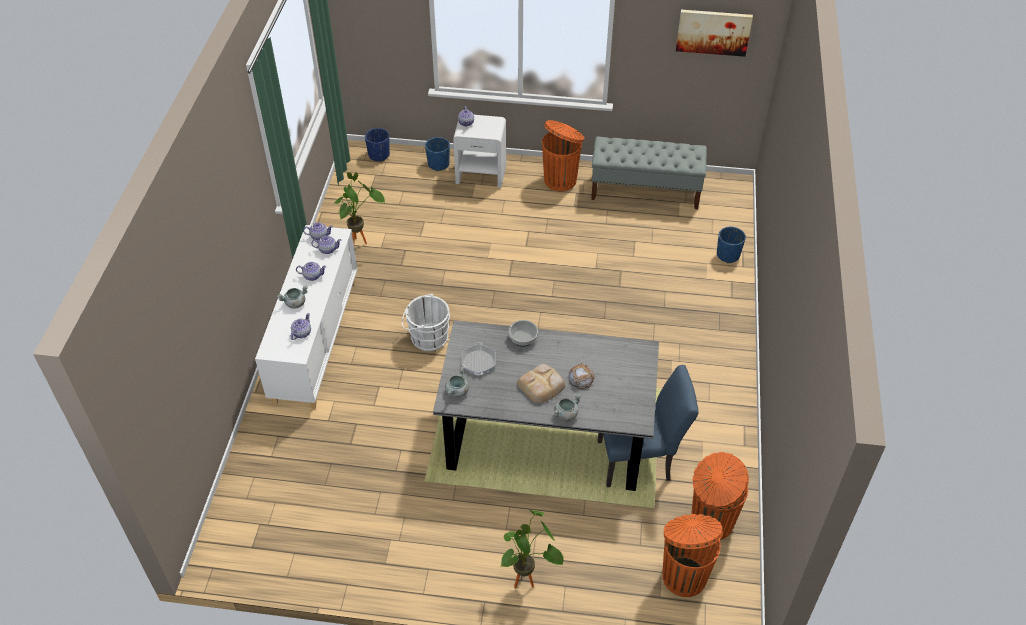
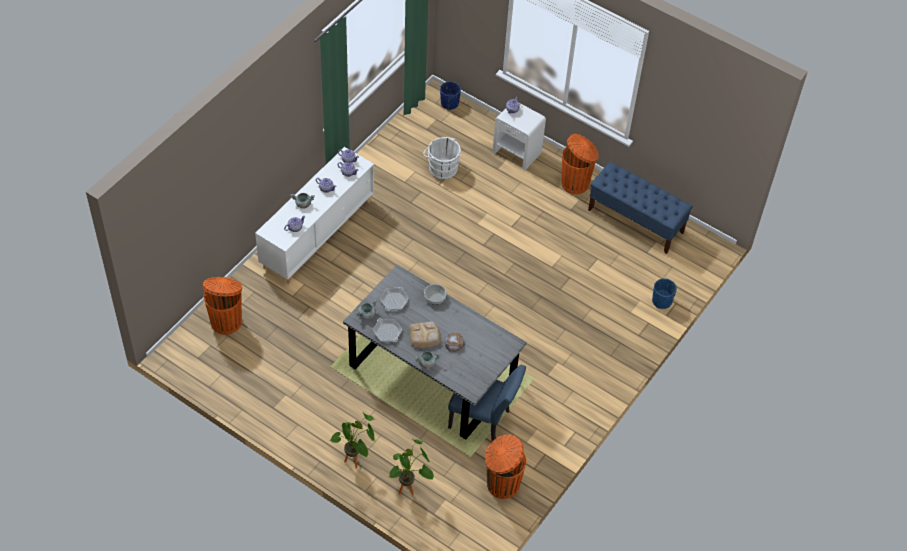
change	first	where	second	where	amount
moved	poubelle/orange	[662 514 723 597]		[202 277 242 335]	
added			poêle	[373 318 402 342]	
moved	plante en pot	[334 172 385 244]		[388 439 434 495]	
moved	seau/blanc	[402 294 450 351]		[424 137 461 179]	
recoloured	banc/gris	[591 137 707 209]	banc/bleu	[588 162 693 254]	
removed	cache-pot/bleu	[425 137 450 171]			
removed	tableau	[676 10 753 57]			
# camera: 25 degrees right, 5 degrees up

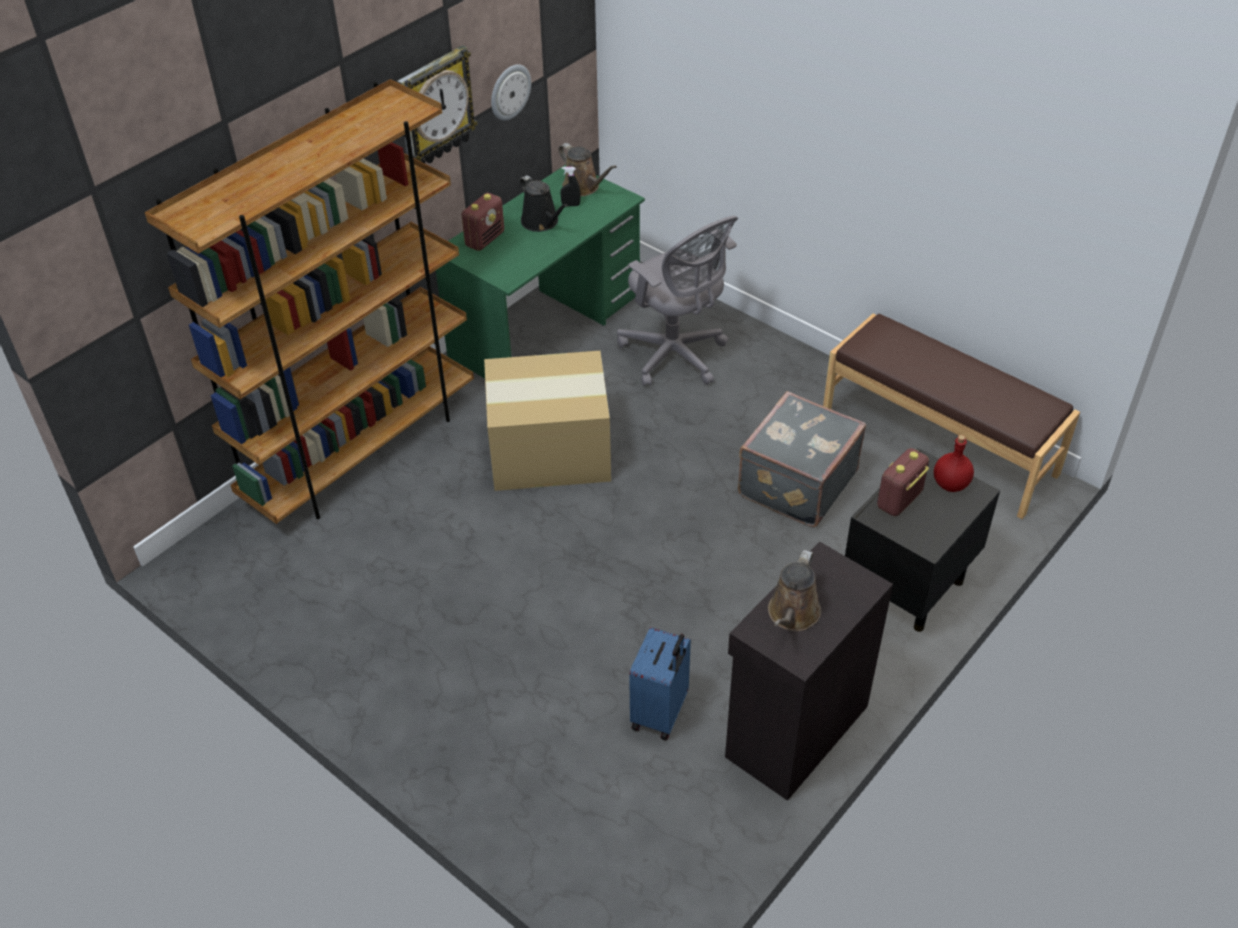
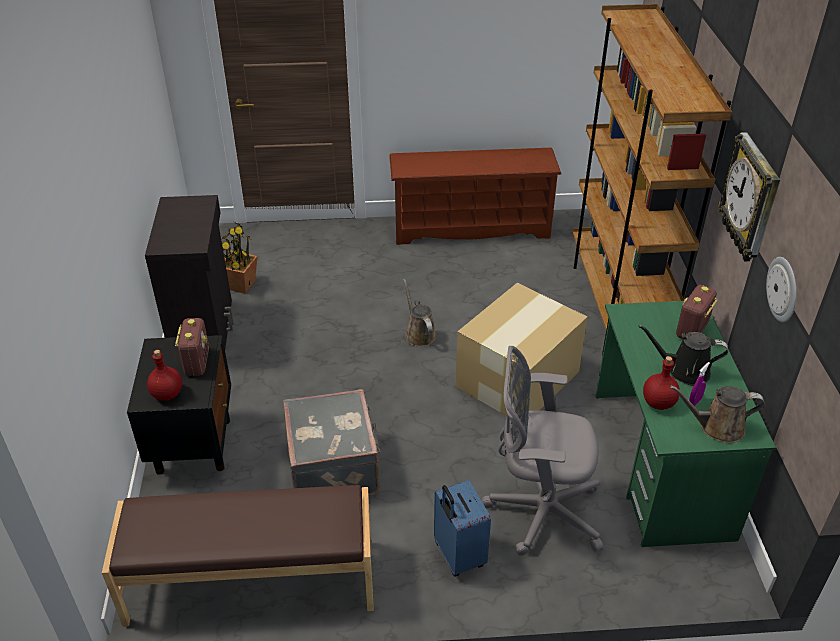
change	first	where	second	where	amount
added			plante en pot	[222 222 258 294]	
added			étagère à chaussures/marron	[389 148 562 245]	
moved	arrosoir/marron	[768 550 821 631]		[403 279 436 347]	
moved	valise/bleu	[629 627 691 740]		[434 480 491 576]	
added			bouteille/rouge	[643 356 680 410]	
turned	radio	[462 193 504 251]		[676 285 718 339]	45 degrees clockwise
recoloured	vaporisateur/noir	[560 167 581 206]	vaporisateur/violet	[689 362 710 406]	
# camera: 135 degrees right, 5 degrees down

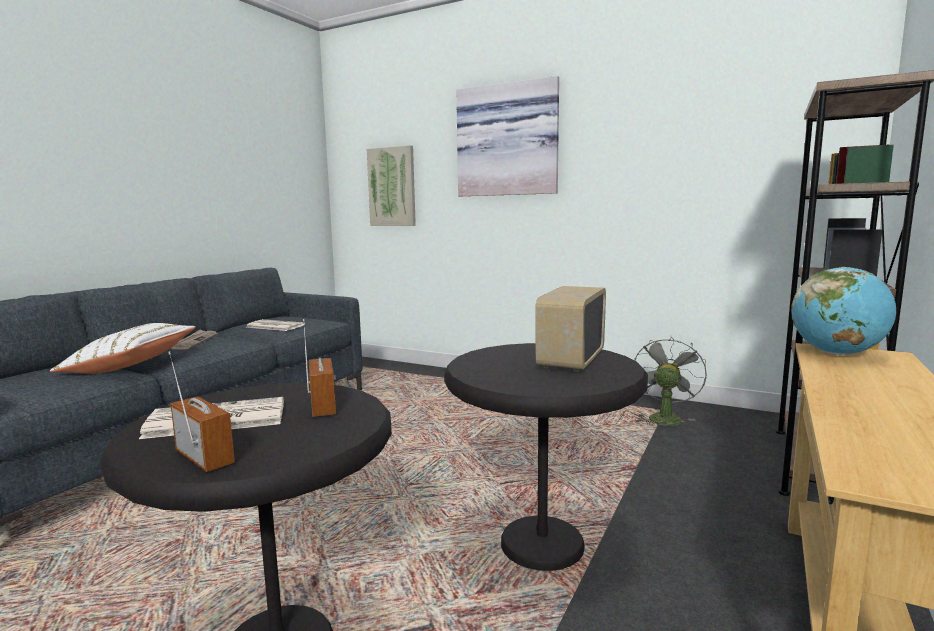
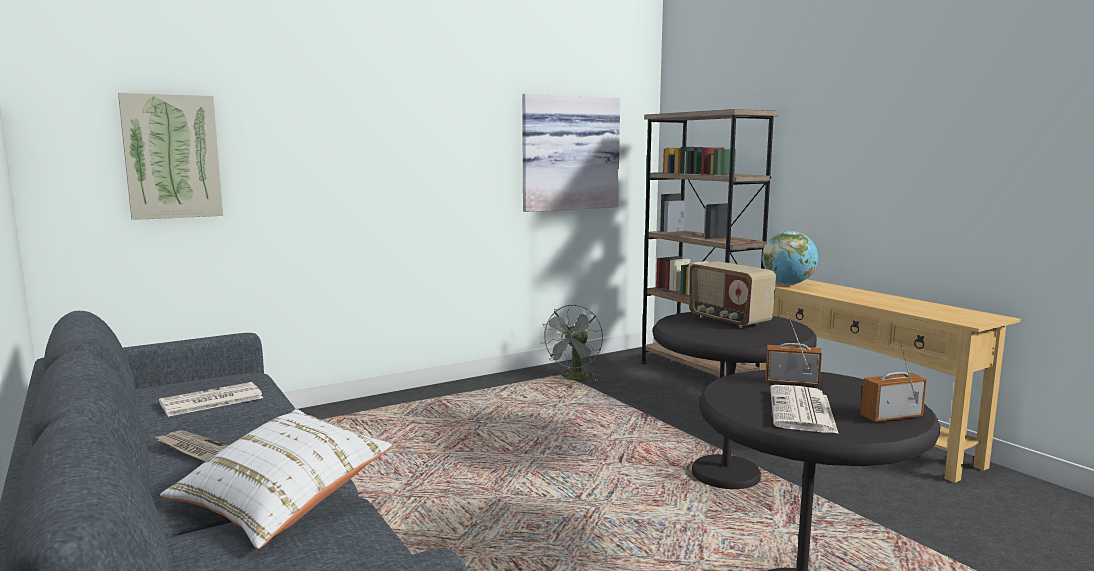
change	first	where	second	where	amount
moved	tableau	[456 76 559 196]		[522 94 620 212]	
turned	ventilateur/gris	[634 335 707 427]		[541 304 603 381]	120 degrees counterclockwise
# camera: 60 degrees left, 0 degrees up

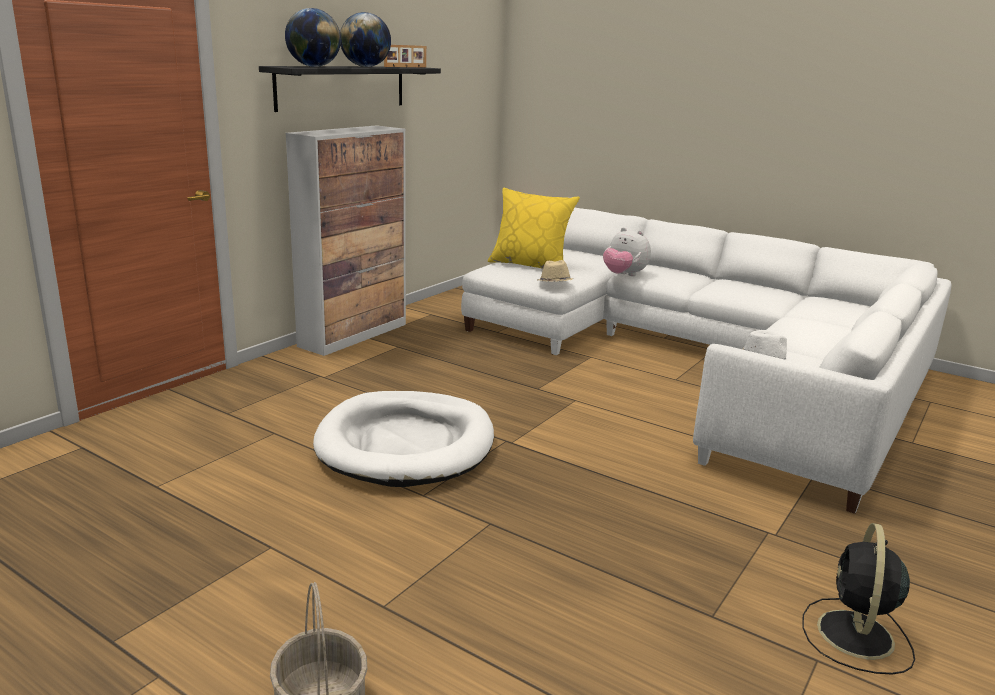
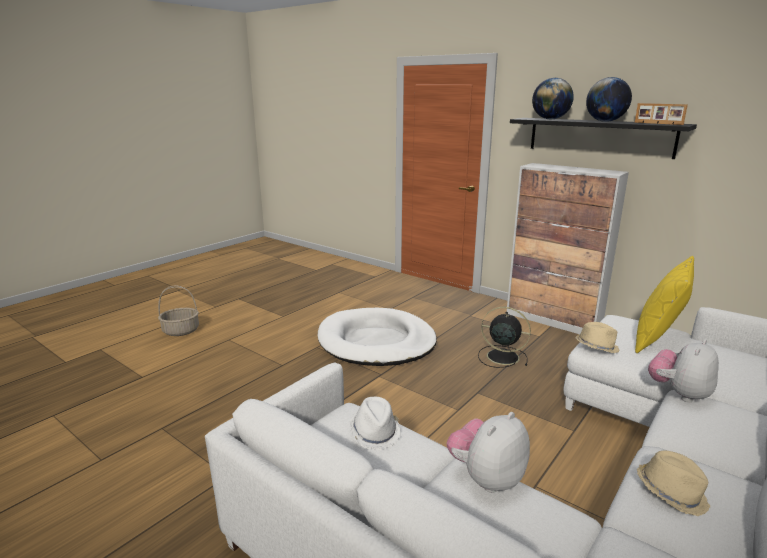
change	first	where	second	where	amount
added			peluche	[447 412 530 493]	
moved	ventilateur/noir	[802 523 915 674]		[478 307 531 368]	
added			chapeau/beige	[637 451 711 516]	
# camera: 95 degrees right, 0 degrees up

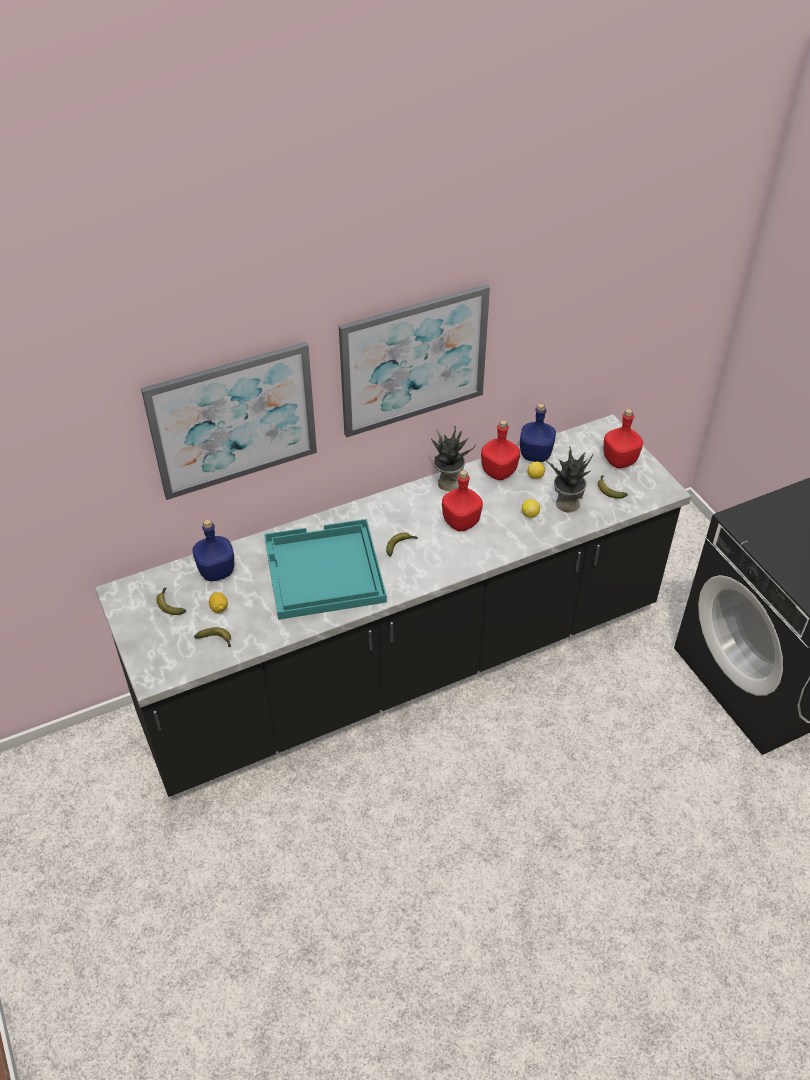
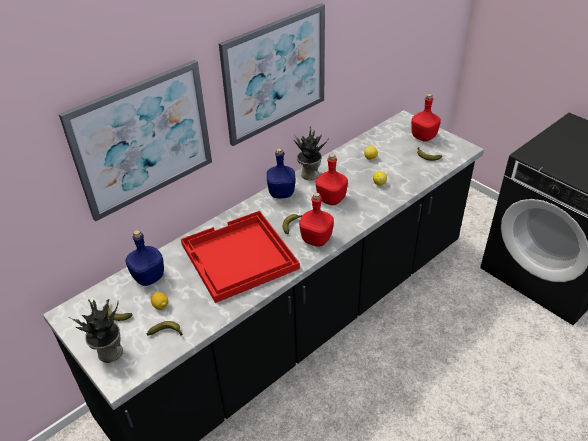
change	first	where	second	where	amount
moved	plante en pot	[547 447 593 512]		[69 299 123 363]	
recoloured	plateau/turquoise	[264 519 387 620]	plateau/rouge	[181 211 300 303]	
moved	bouteille/bleu	[520 403 556 462]		[267 148 295 198]	
moved	bouteille/rouge	[481 420 520 480]		[299 193 334 247]	
# camera: 15 degrees left, 5 degrees down

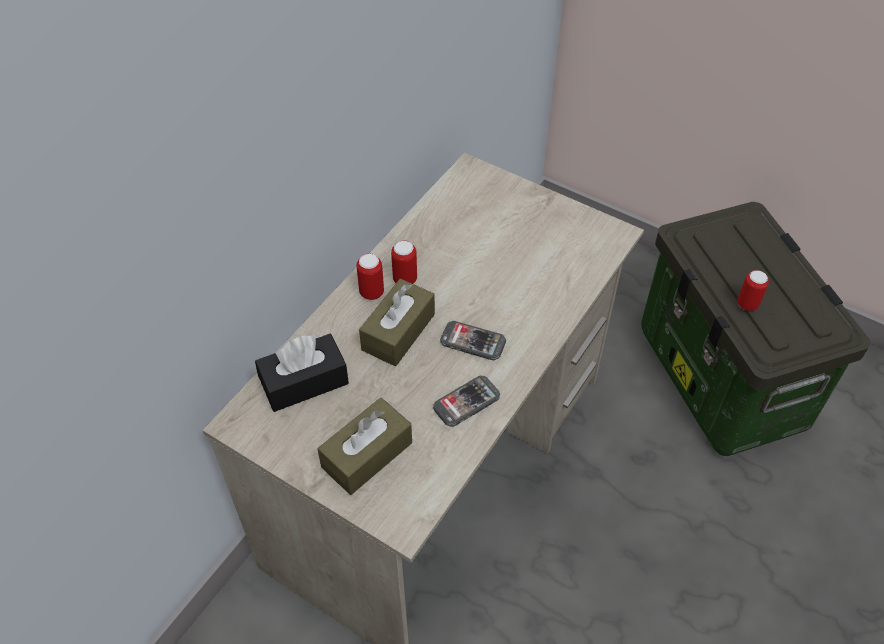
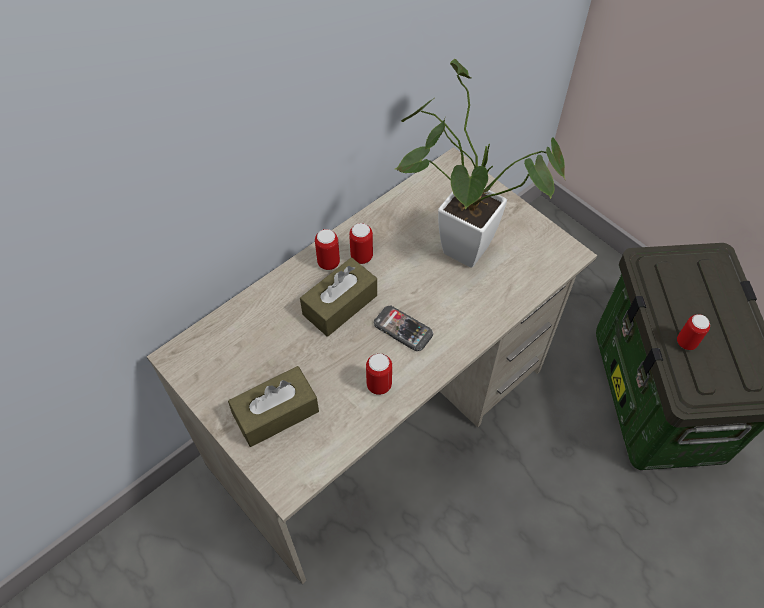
change	first	where	second	where	amount
replaced	téléphone	[433 375 500 427]	boîte métallique	[366 353 392 395]	
added			plante en pot	[395 59 565 268]	
removed	boîte à mouchoirs/noir	[255 334 349 412]			
# camera: 15 degrees right, 5 degrees up

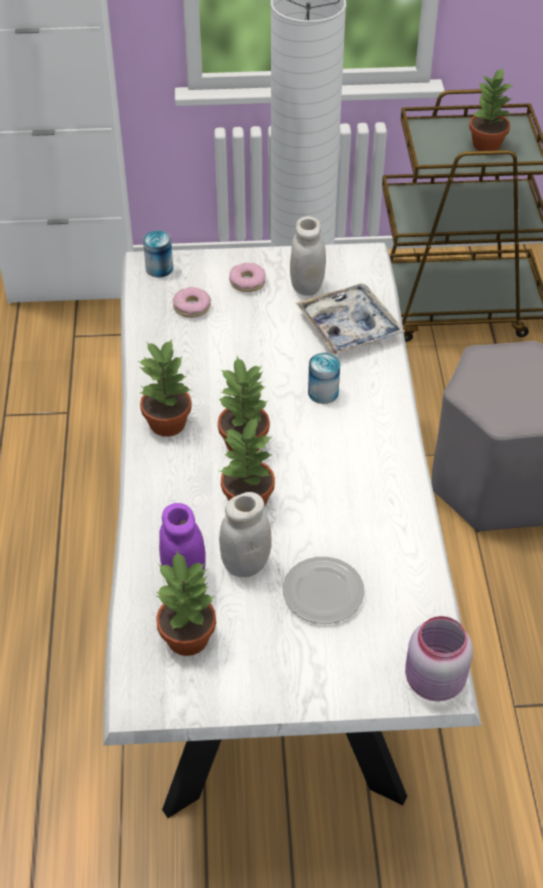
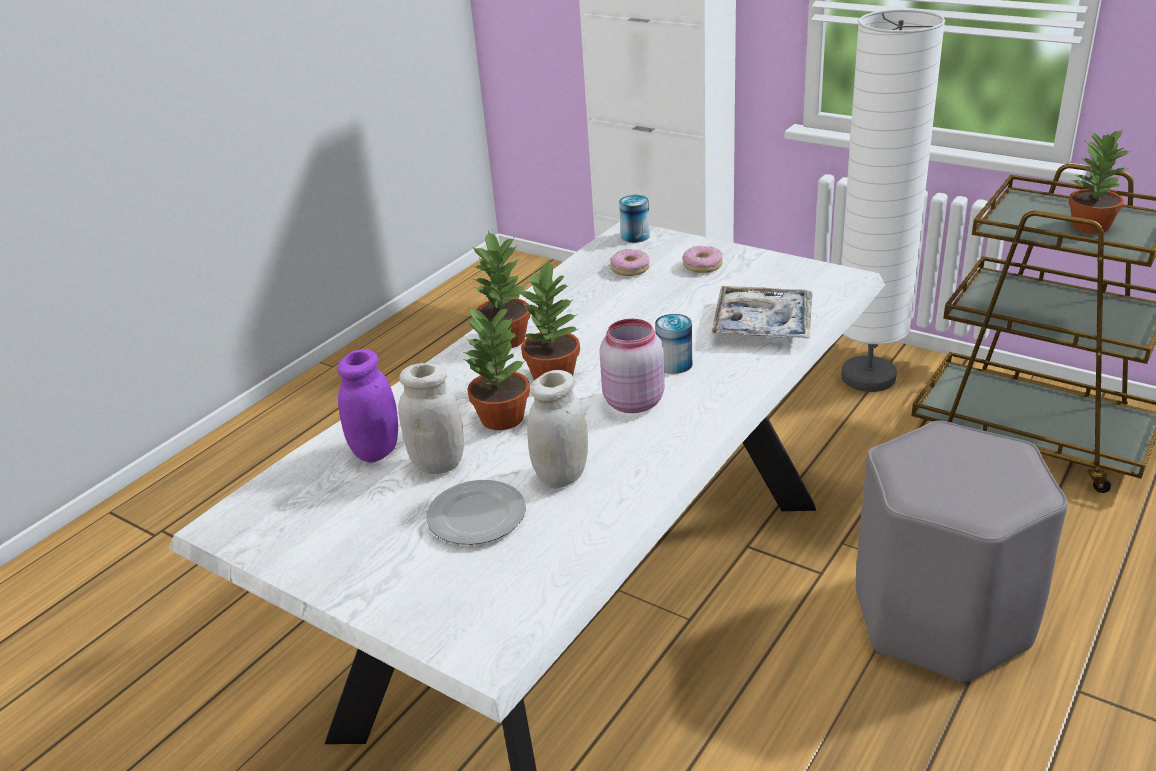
change	first	where	second	where	amount
moved	bocal/blanc	[290 216 326 296]		[527 370 588 489]	
moved	bocal/rose	[405 616 473 701]		[600 319 665 413]	
removed	plante en pot	[156 551 216 656]			
# camera: 40 degrees right, 15 degrees down

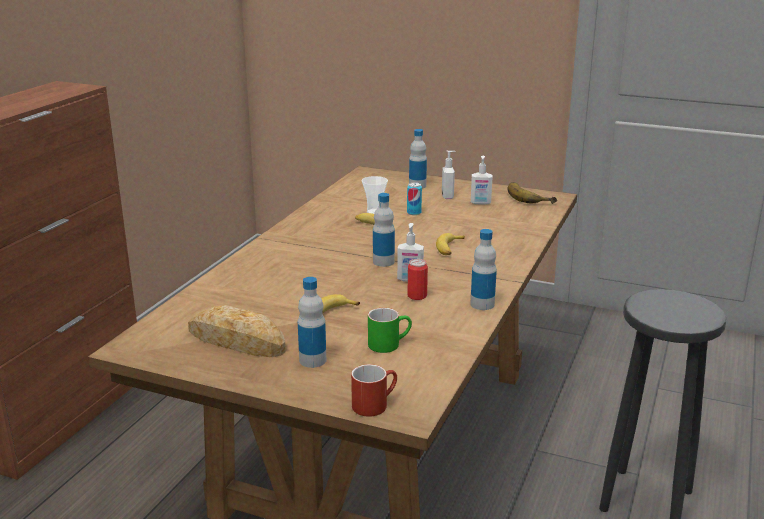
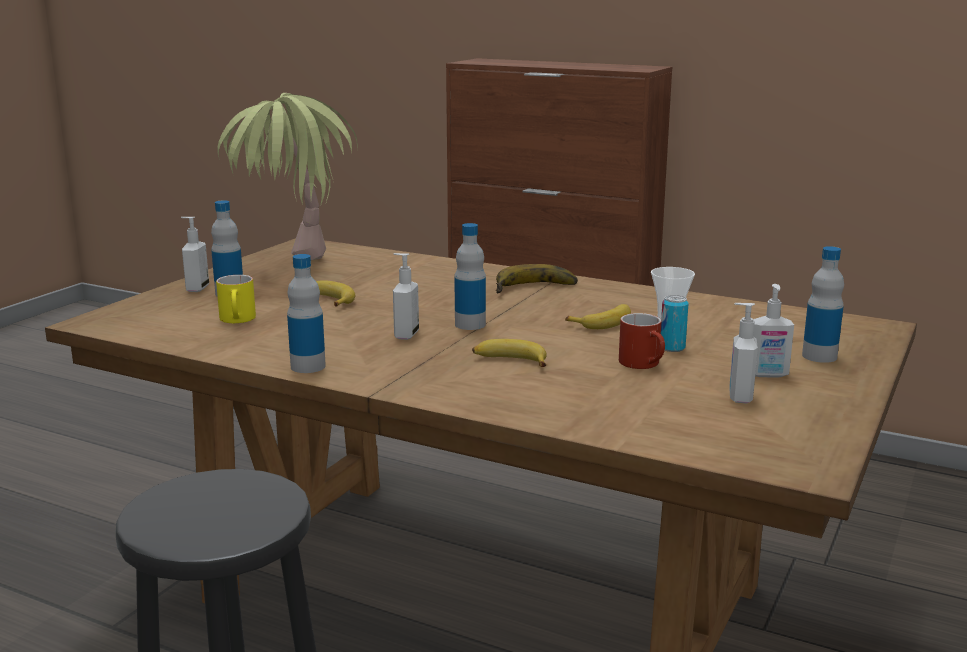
change	first	where	second	where	amount
added			distributeur de savon	[181 217 209 292]	
recoloured	mug/vert	[368 308 412 353]	mug/jaune	[216 275 256 323]	
replaced	pain	[188 305 286 357]	plante en pot	[217 93 358 260]	
moved	banane	[508 182 557 204]		[496 264 578 294]	
moved	mug/rouge	[351 364 397 417]		[619 313 665 369]	
removed	boîte métallique	[407 259 428 300]			
# camera: 95 degrees right, 5 degrees down

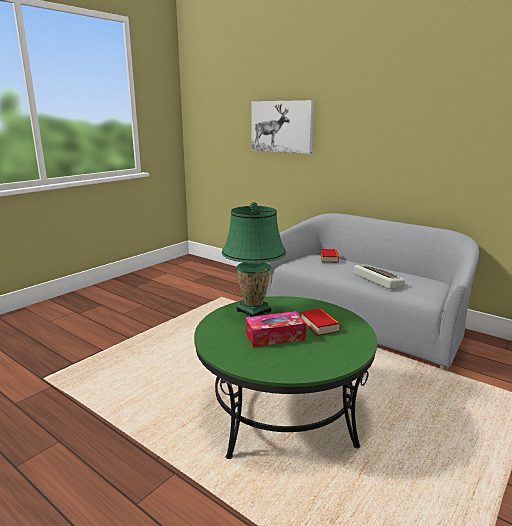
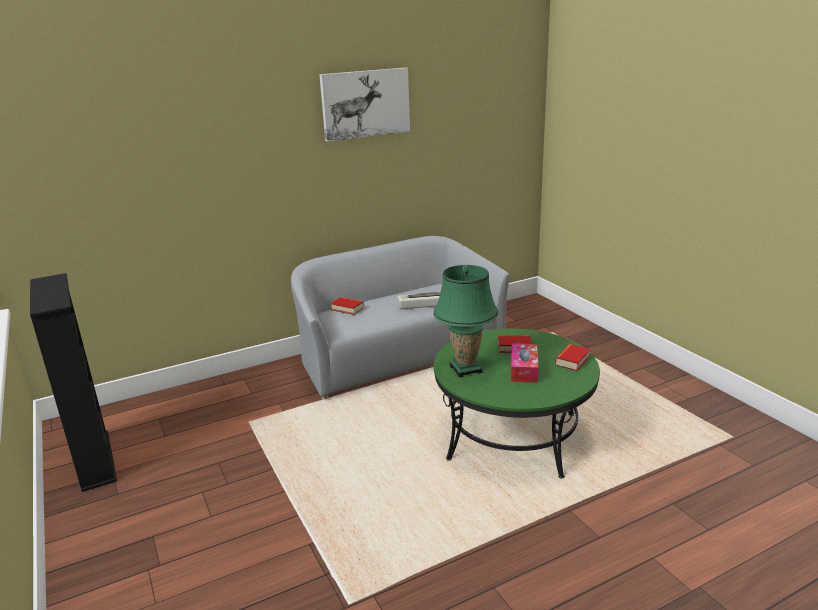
change	first	where	second	where	amount
added			bibliothèque/noir	[30 273 117 492]	
moved	tableau	[252 100 314 154]		[319 68 410 142]	
added			livre	[555 344 590 371]	
# camera: 65 degrees left, 5 degrees up

